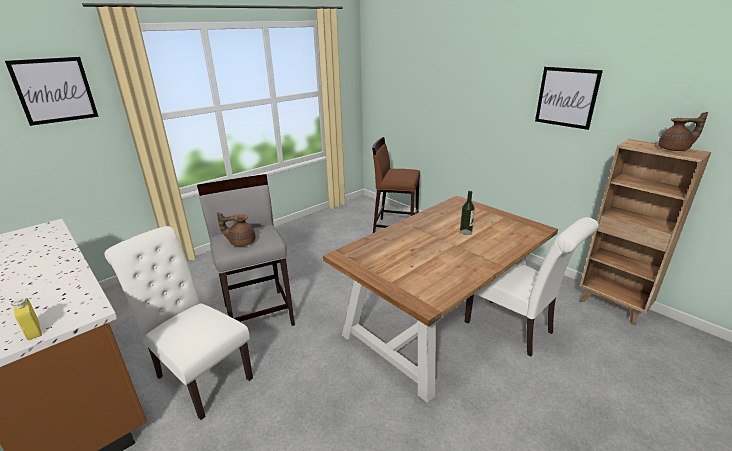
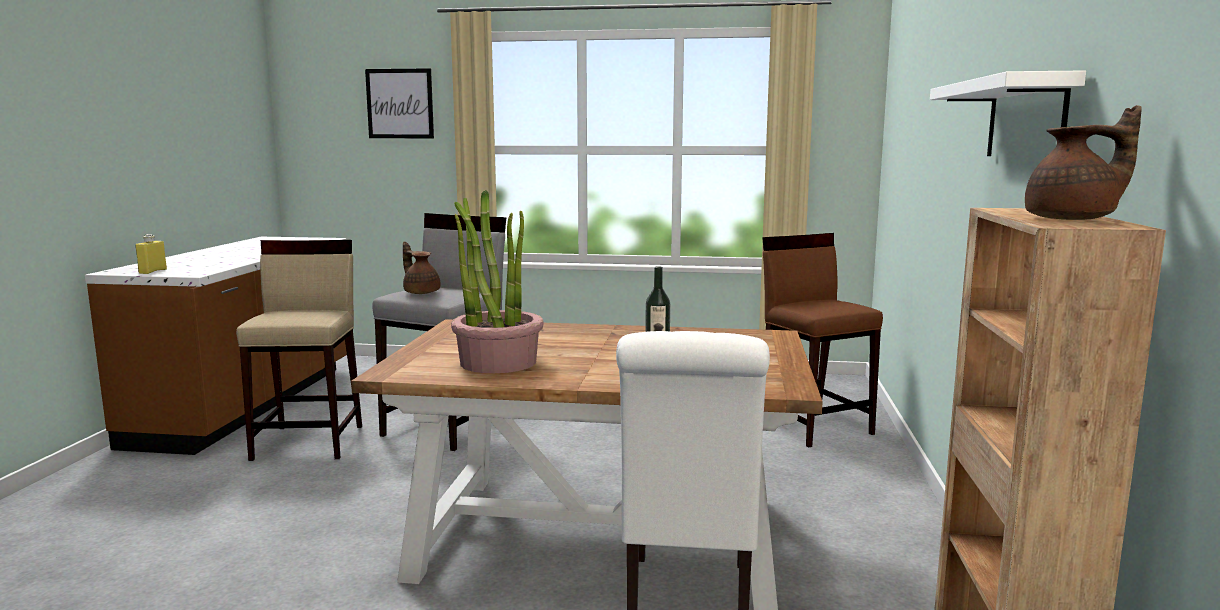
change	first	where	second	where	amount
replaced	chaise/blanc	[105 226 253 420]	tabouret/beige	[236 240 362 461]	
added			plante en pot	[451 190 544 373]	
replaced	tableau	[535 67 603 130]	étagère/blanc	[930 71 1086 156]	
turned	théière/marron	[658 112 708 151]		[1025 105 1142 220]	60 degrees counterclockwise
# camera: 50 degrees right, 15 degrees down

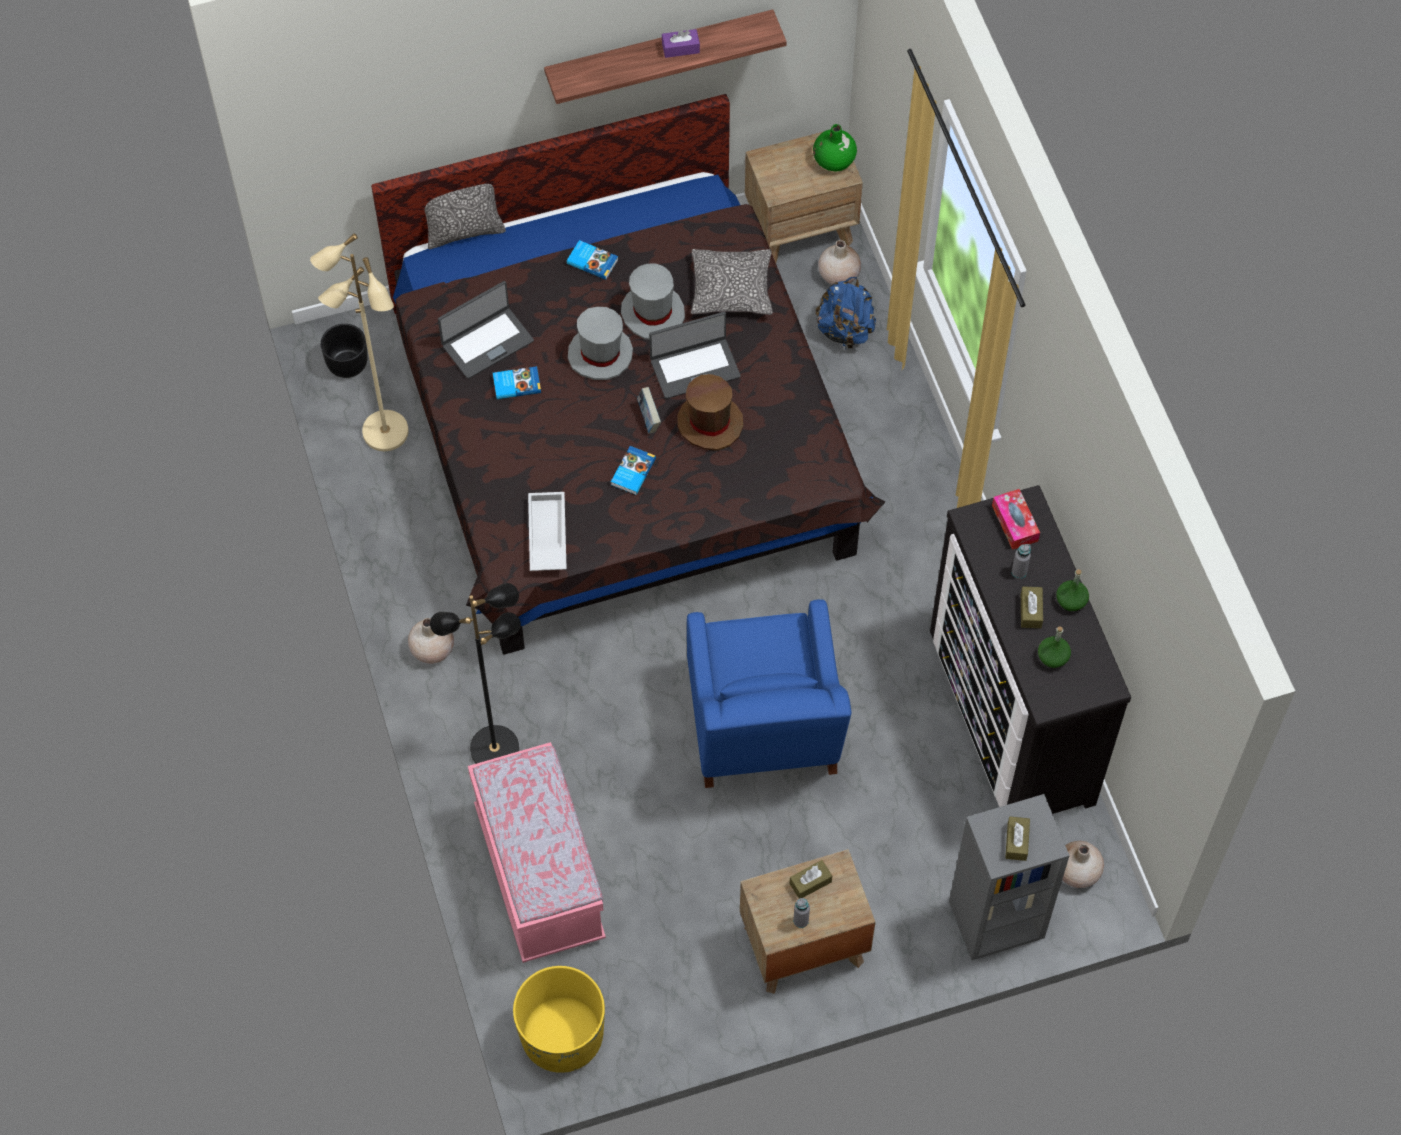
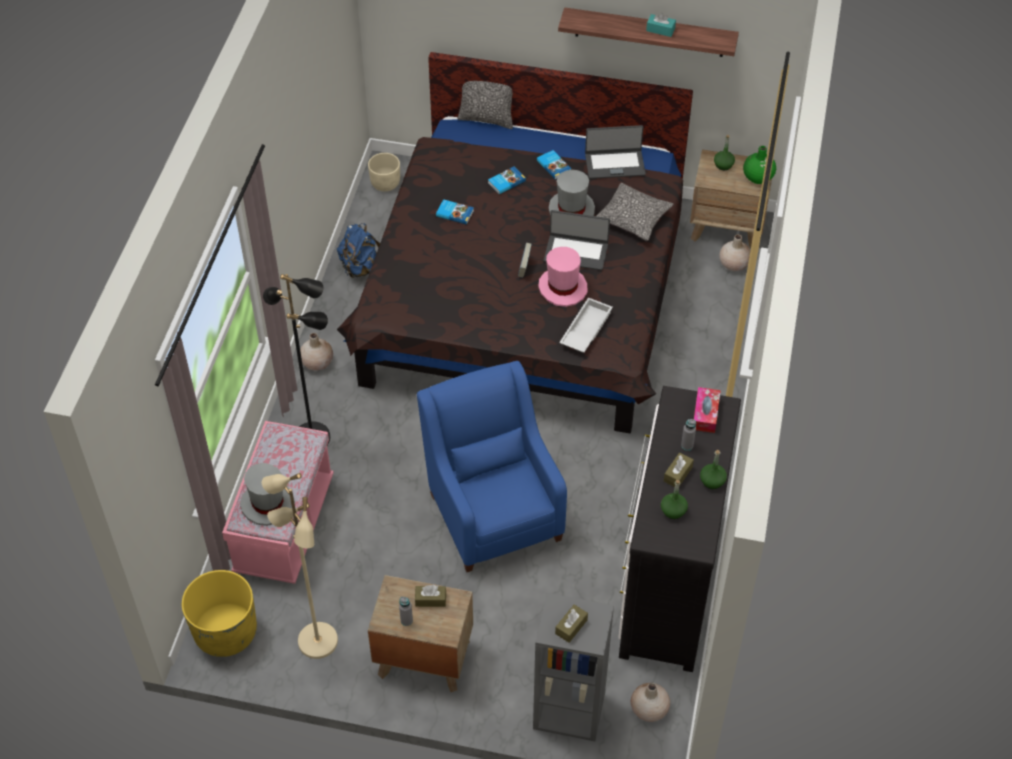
change	first	where	second	where	amount
moved	chapeau/gris	[568 307 633 380]		[240 463 295 526]	
moved	lampadaire/beige	[310 233 409 451]		[262 473 338 659]	
moved	sac à dos/bleu	[816 277 876 350]		[337 223 380 278]	
recoloured	cache-pot/noir	[321 324 368 378]	cache-pot/beige	[368 153 400 192]	
turned	fauteuil/bleu	[687 599 851 788]		[417 361 567 572]	135 degrees clockwise
moved	livre	[611 446 656 495]		[488 167 526 194]	
recoloured	chapeau/marron	[678 374 743 451]	chapeau/rose	[538 247 588 307]	
moved	plateau/blanc	[528 492 567 571]		[559 298 613 353]	
moved	ordinateur portable	[438 281 534 379]		[585 125 646 179]	
recoloured	boîte à mouchoirs/violet	[662 29 700 58]	boîte à mouchoirs/turquoise	[646 13 676 37]	
added			bouteille/vert	[714 135 735 170]	
# camera: 30 degrees right, 10 degrees down

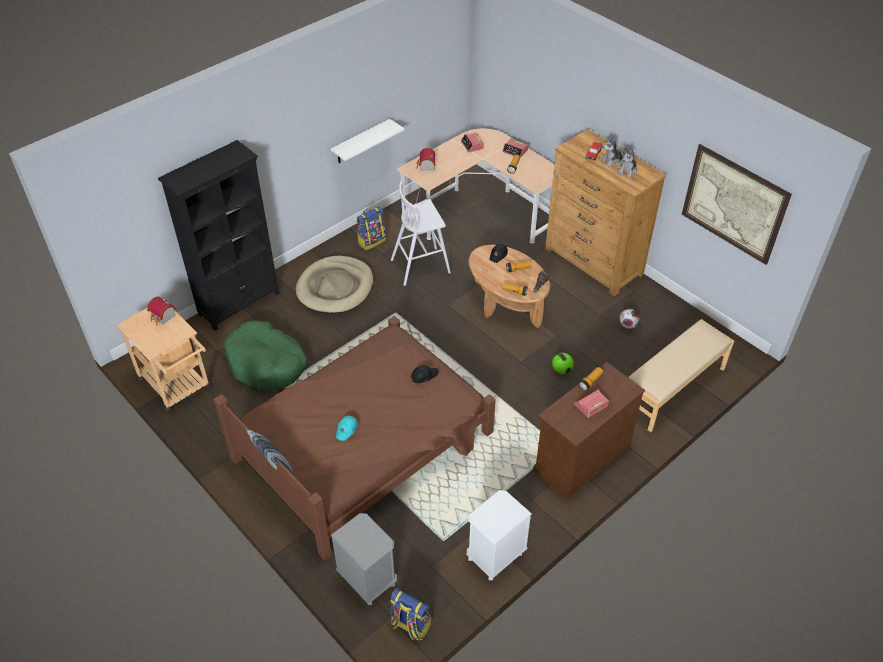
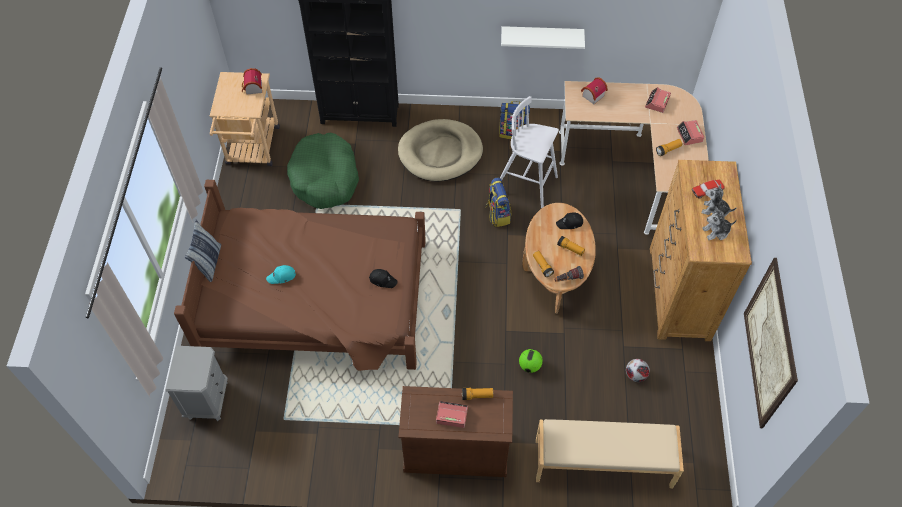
change	first	where	second	where	amount
moved	sac à dos	[390 588 431 640]		[486 177 511 227]	
removed	table de chevet/blanc	[467 490 532 580]			
# camera: 45 degrees right, 10 degrees up

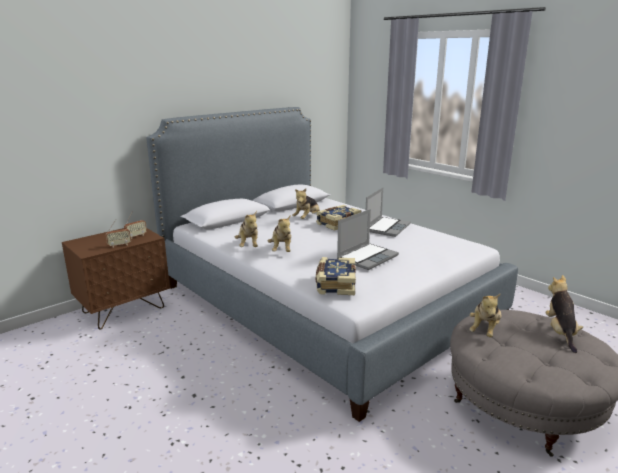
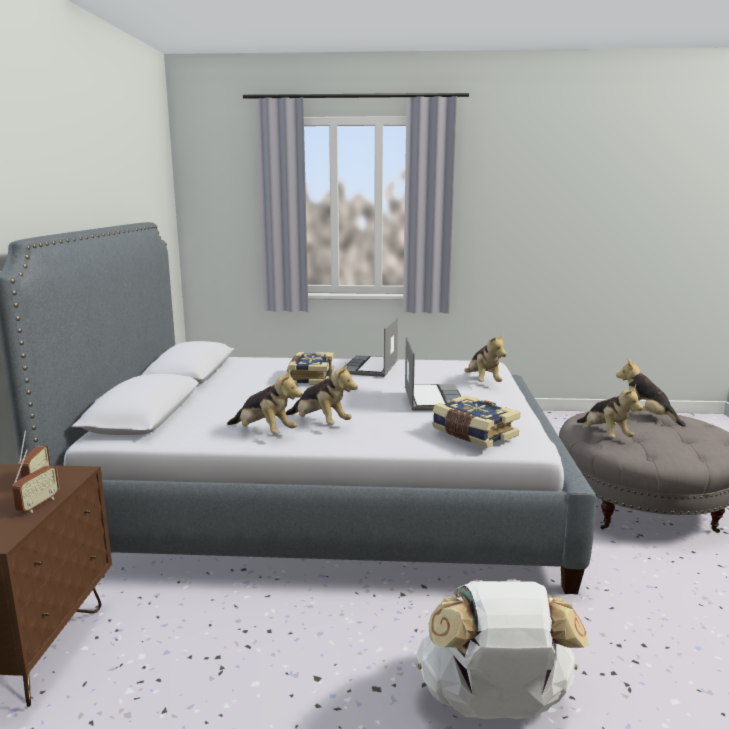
change	first	where	second	where	amount
turned	ordinateur portable	[366 188 411 237]		[346 317 398 377]	150 degrees counterclockwise
added			sac à dos/blanc	[416 579 589 719]	
moved	peluche	[292 189 320 219]		[464 333 506 382]	
# camera: 45 degrees left, 5 degrees down

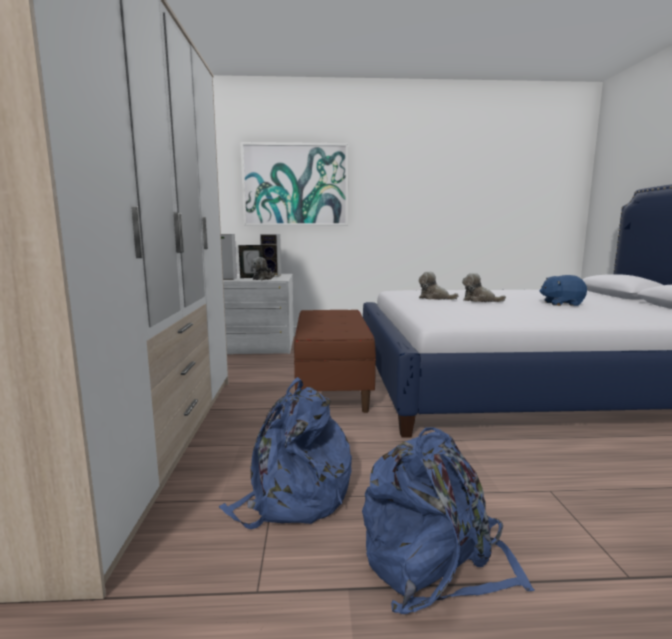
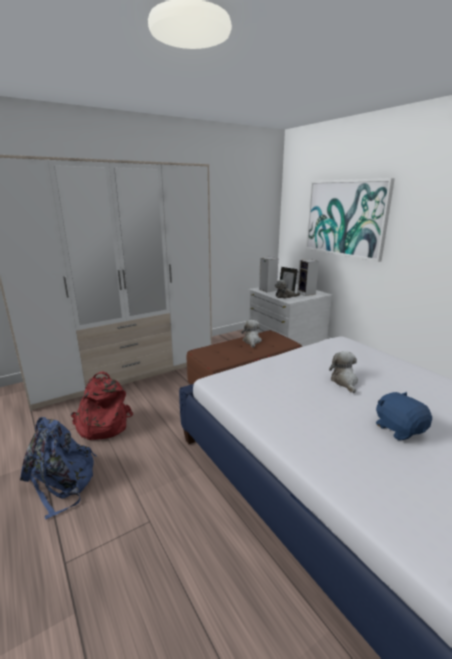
change	first	where	second	where	amount
recoloured	sac à dos/bleu	[219 377 352 529]	sac à dos/rouge	[71 372 133 440]	
moved	peluche	[419 271 459 300]		[241 320 262 347]	
# camera: 60 degrees right, 10 degrees up

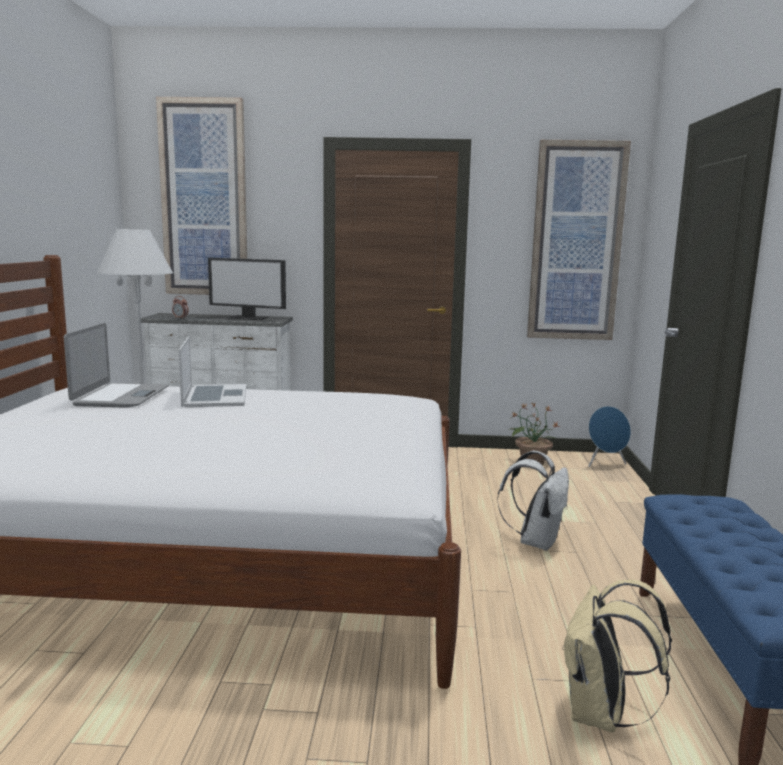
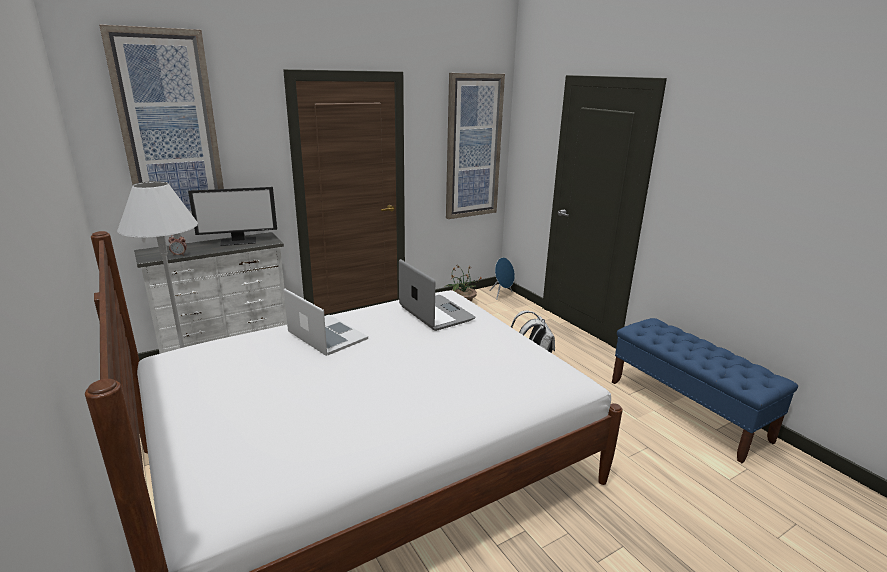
change	first	where	second	where	amount
moved	ordinateur portable	[64 323 169 408]		[399 259 475 331]	
removed	sac à dos/beige	[562 579 672 732]			
# camera: 35 degrees left, 10 degrees up

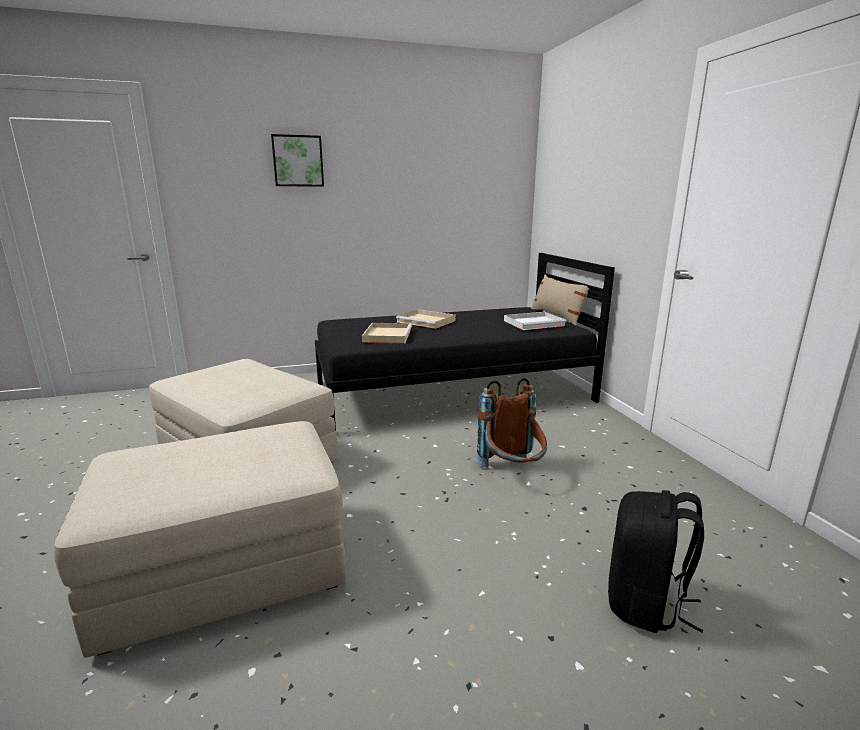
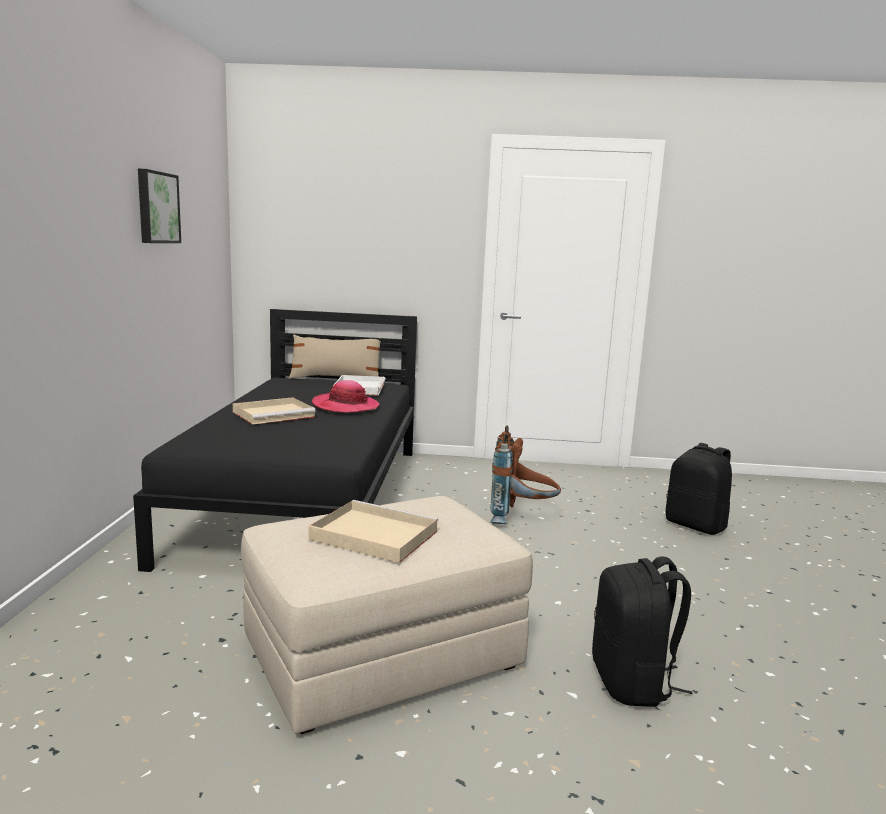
change	first	where	second	where	amount
moved	tableau	[271 134 324 187]		[138 169 181 243]	
moved	plateau/beige	[362 323 412 344]		[309 500 438 563]	
added			chapeau	[312 380 379 413]	
replaced	pouf/beige	[54 421 346 658]	sac à dos/noir	[592 556 692 707]	
# camera: 70 degrees left, 5 degrees down

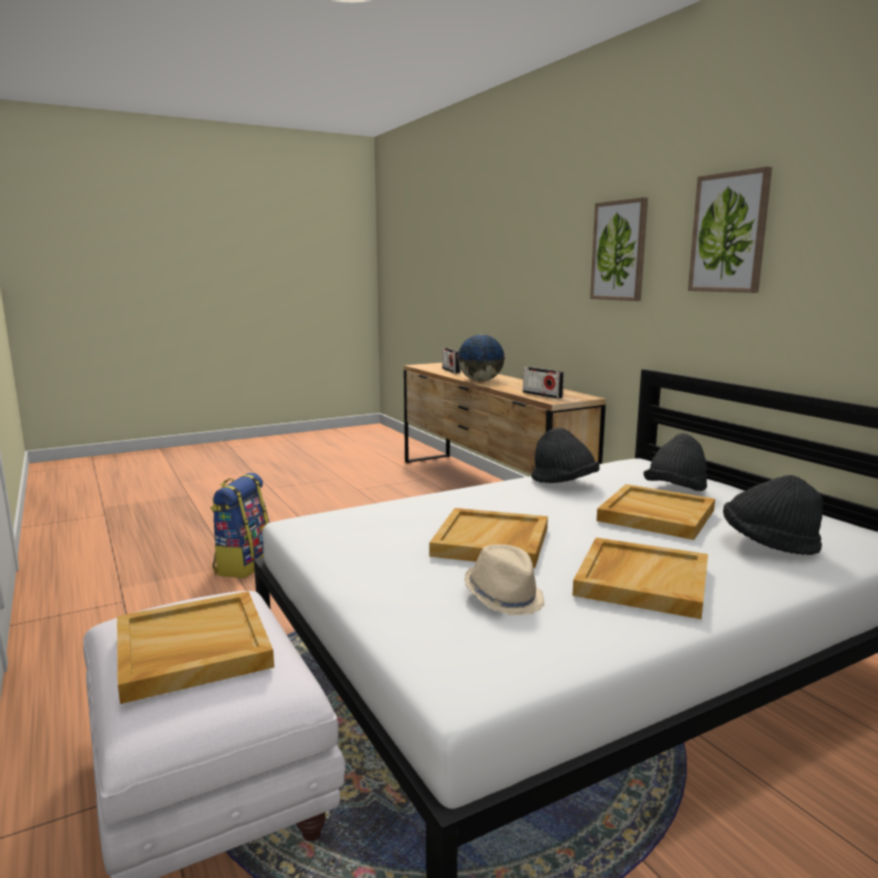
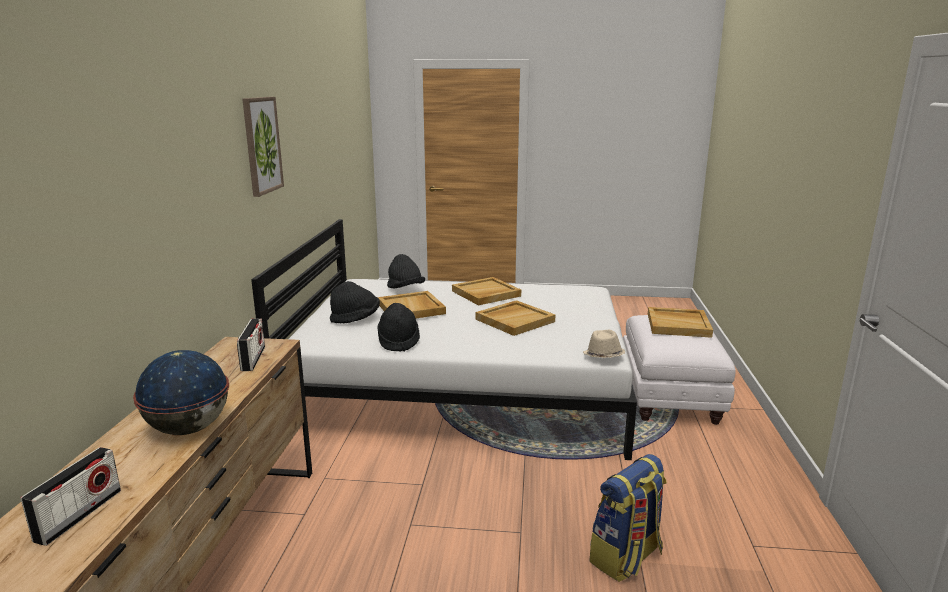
change	first	where	second	where	amount
moved	chapeau/beige	[464 544 545 616]		[583 330 625 358]	
removed	tableau	[590 197 648 301]			
# camera: 145 degrees left, 5 degrees up

